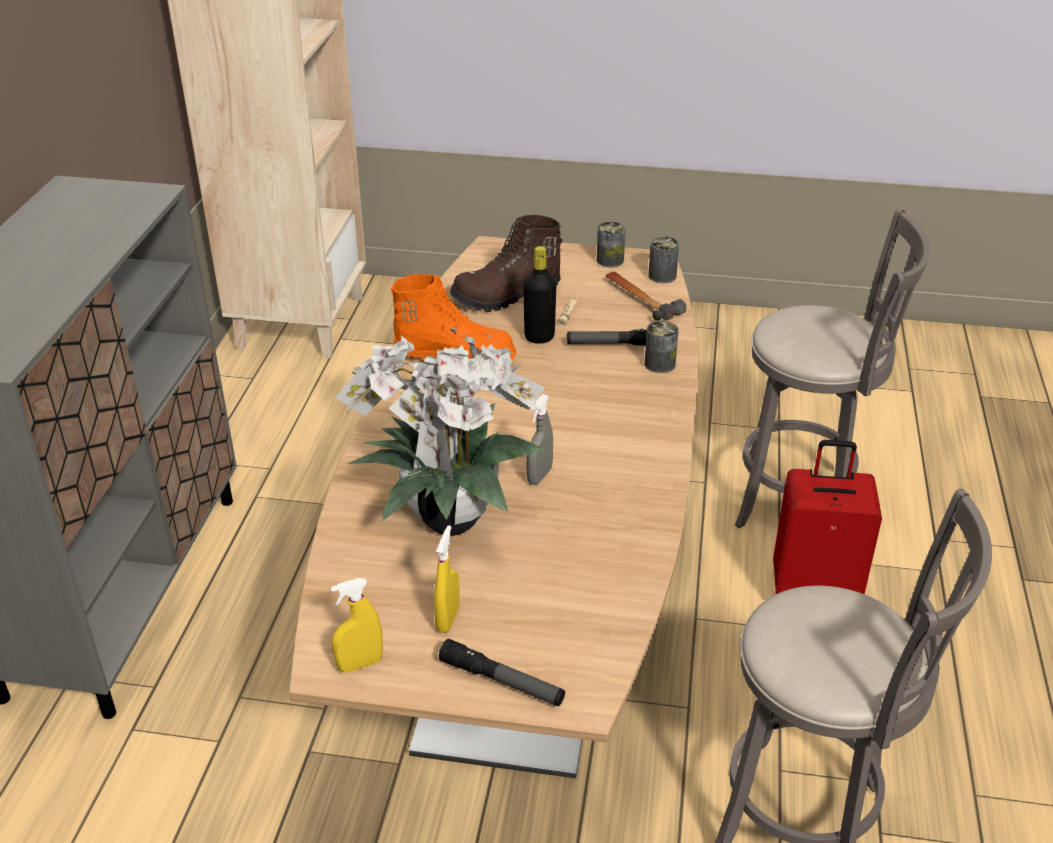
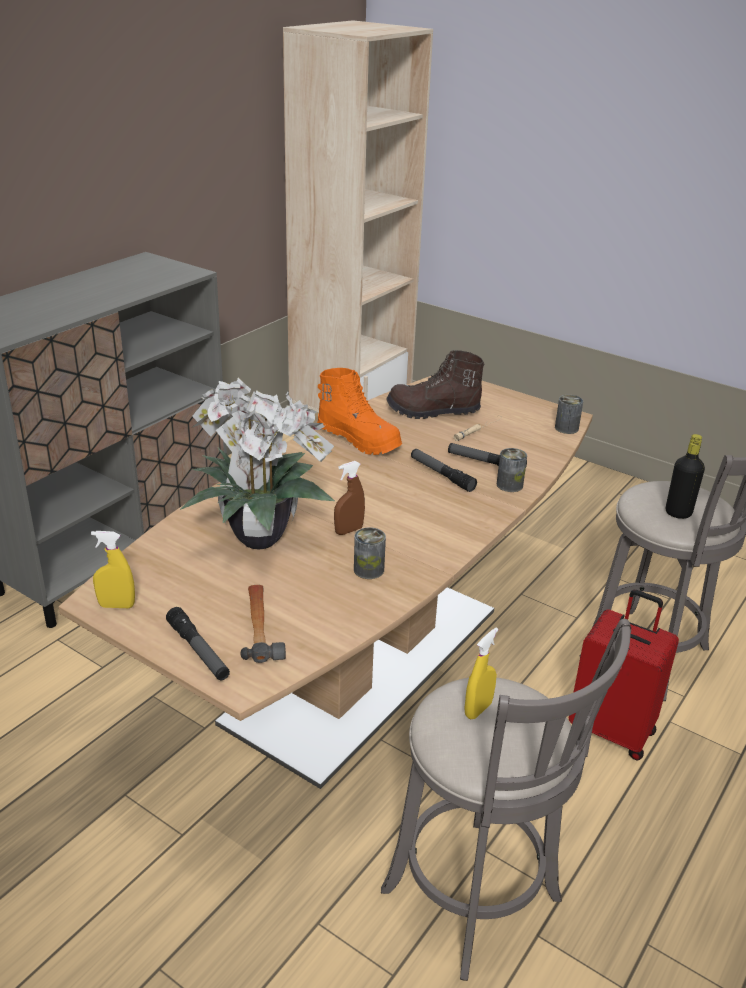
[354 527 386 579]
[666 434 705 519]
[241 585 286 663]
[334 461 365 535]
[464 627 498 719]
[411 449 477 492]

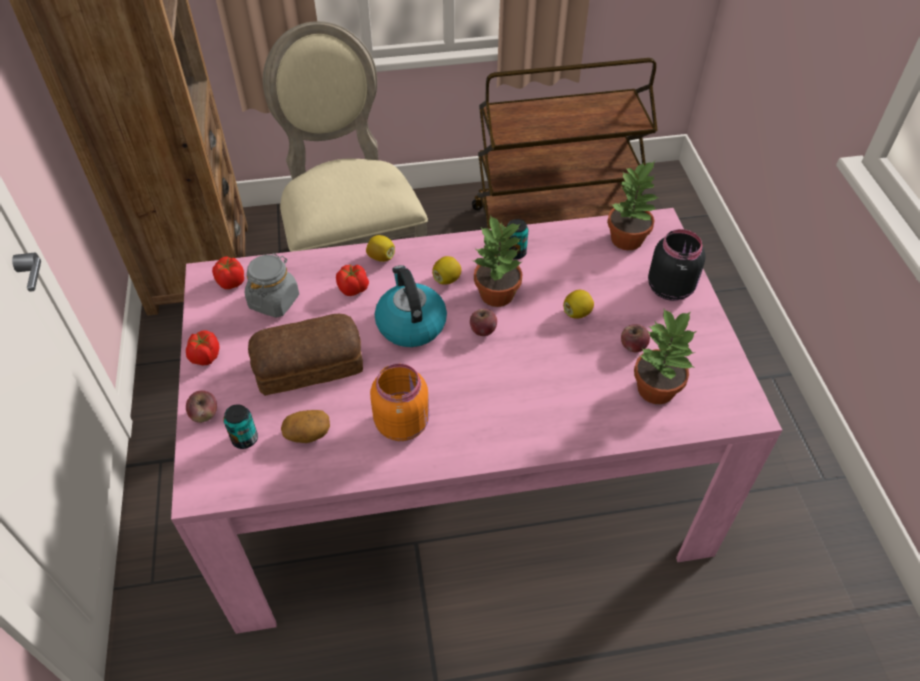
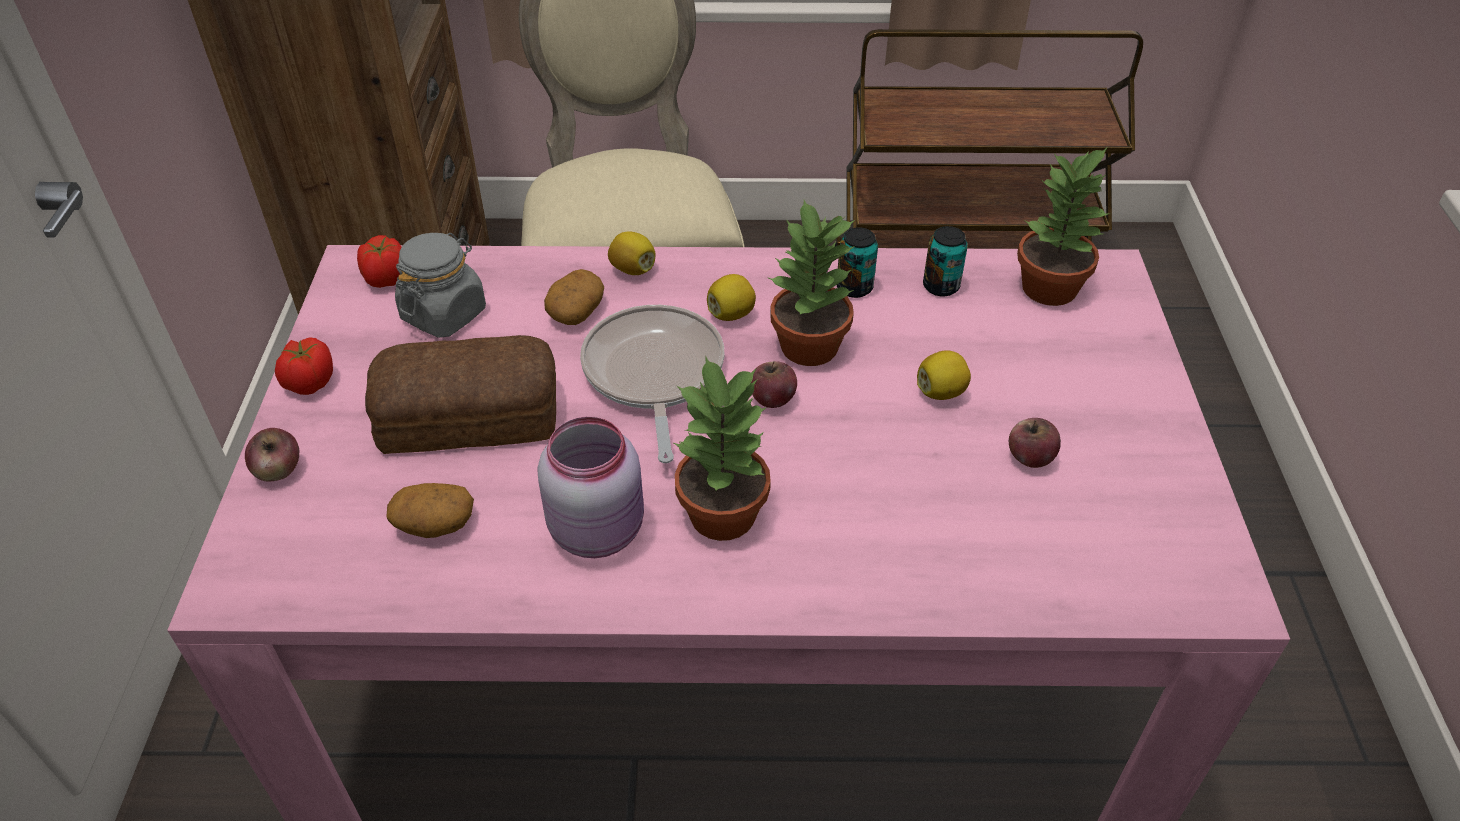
[648 229 706 301] (first image)
[544 269 604 325]
[580 305 725 463]
[674 357 771 541]
[537 416 644 558]
[923 226 968 296]

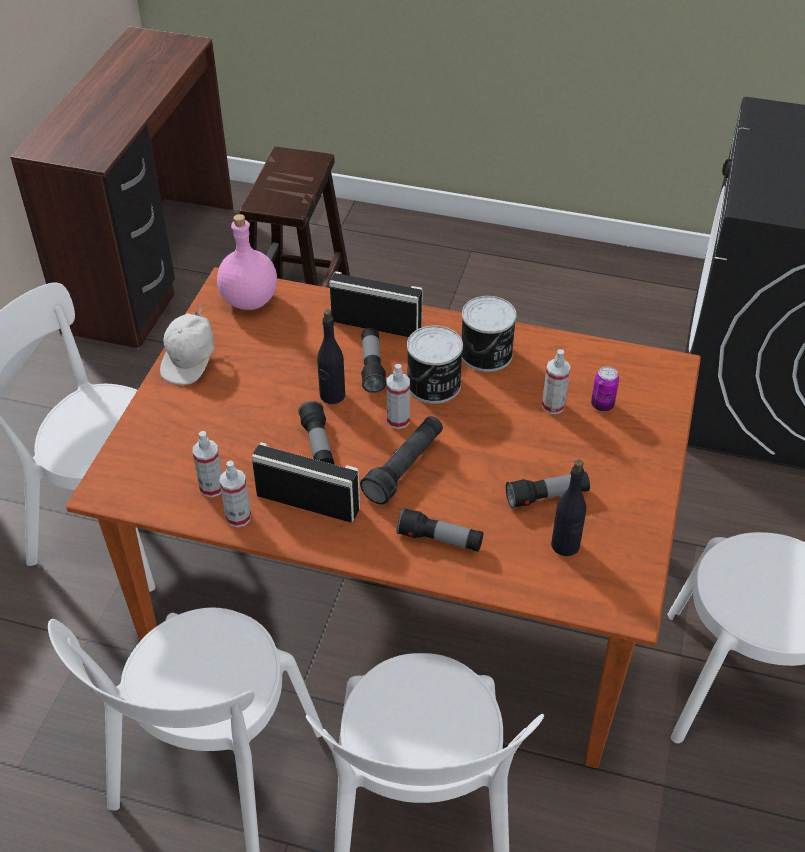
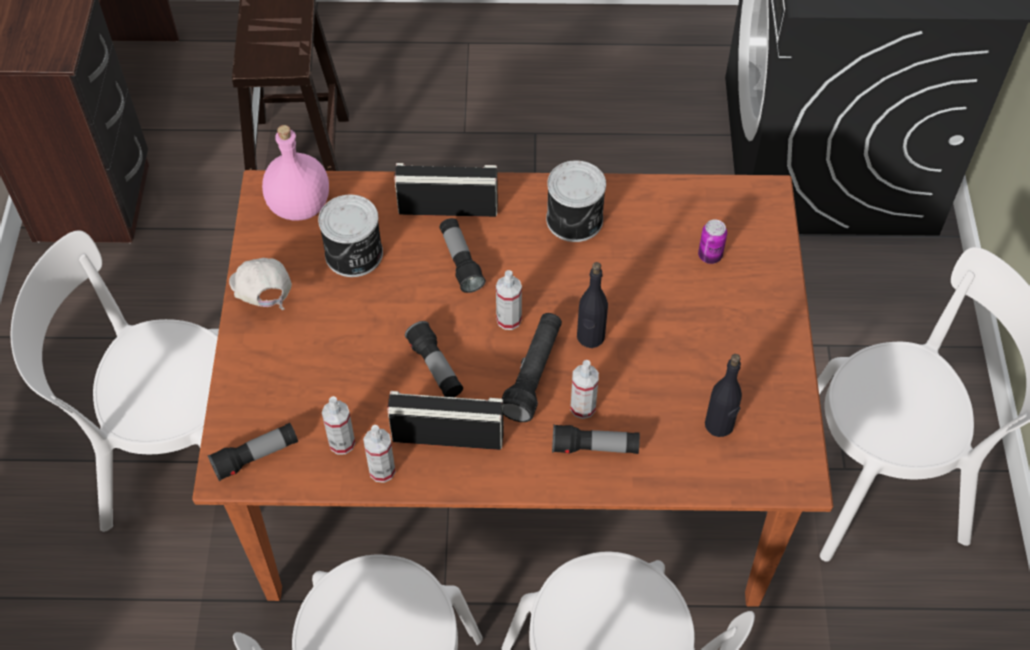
[229 258 292 310]
[577 262 608 348]
[318 195 383 277]
[570 360 599 419]
[208 423 298 482]

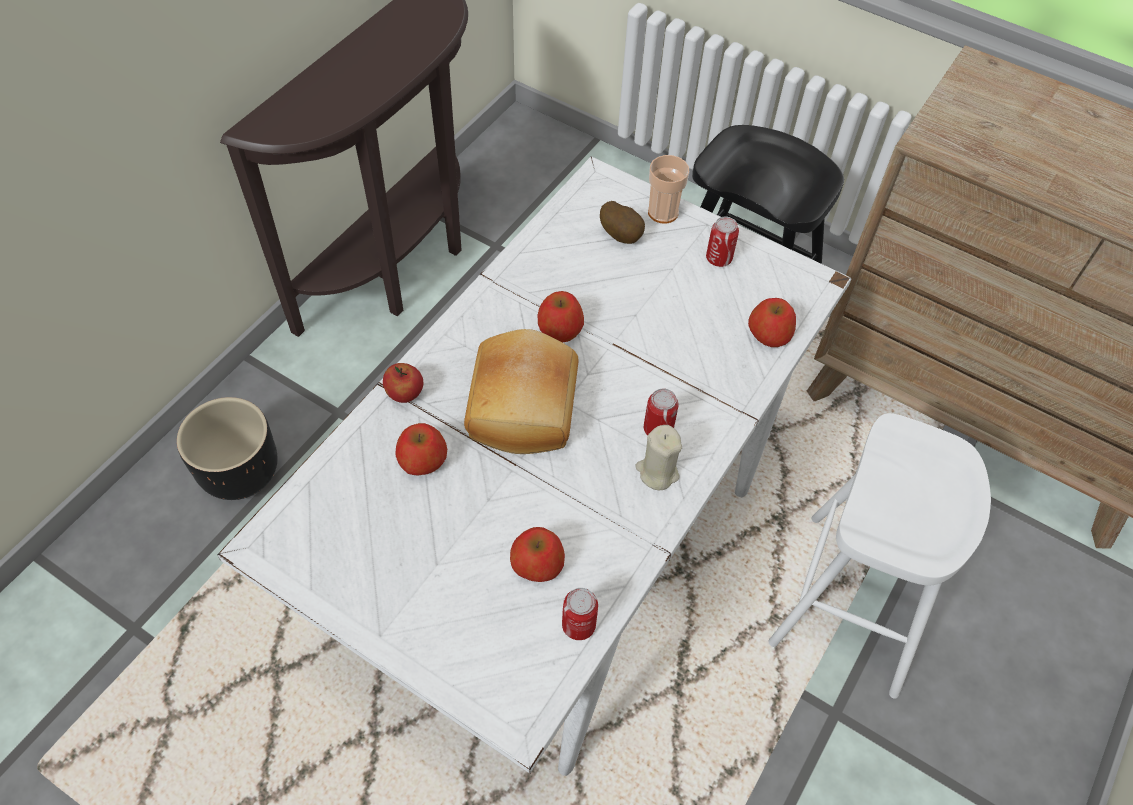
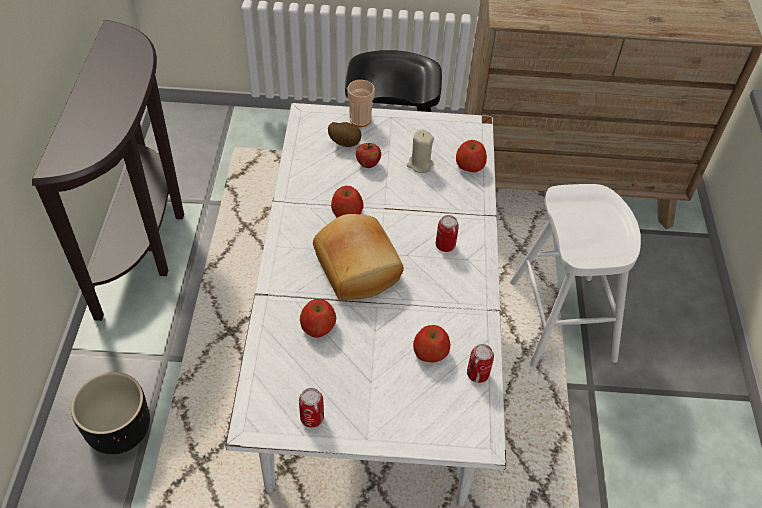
[299 388 324 427]
[356 143 381 168]
[407 129 434 173]

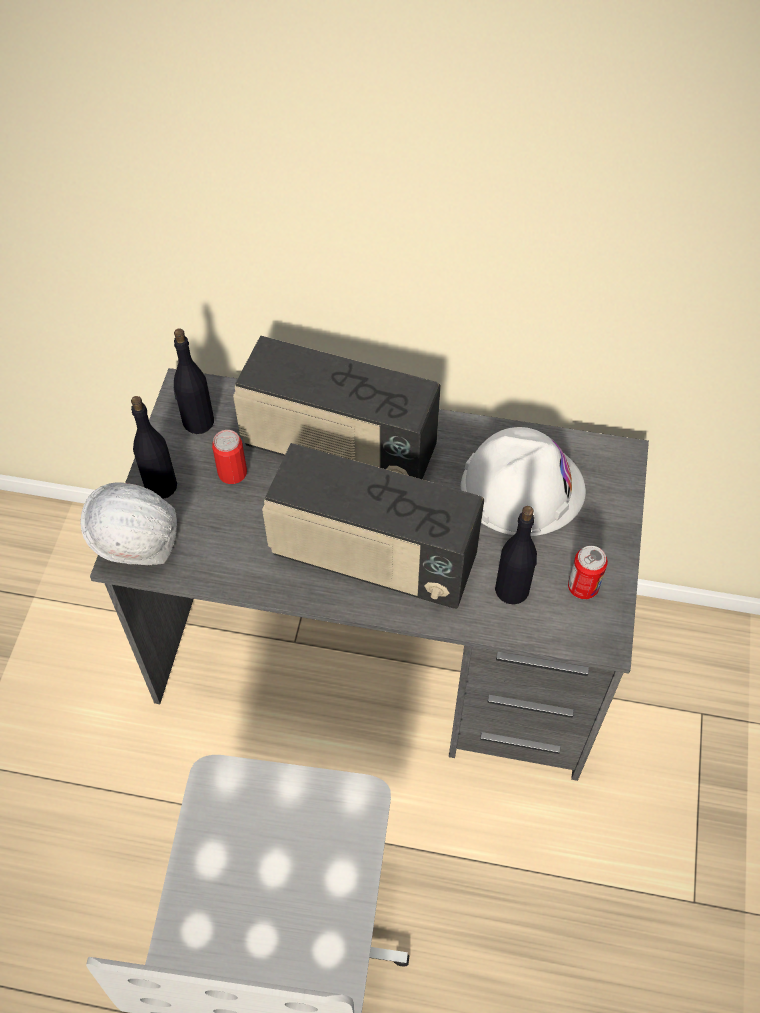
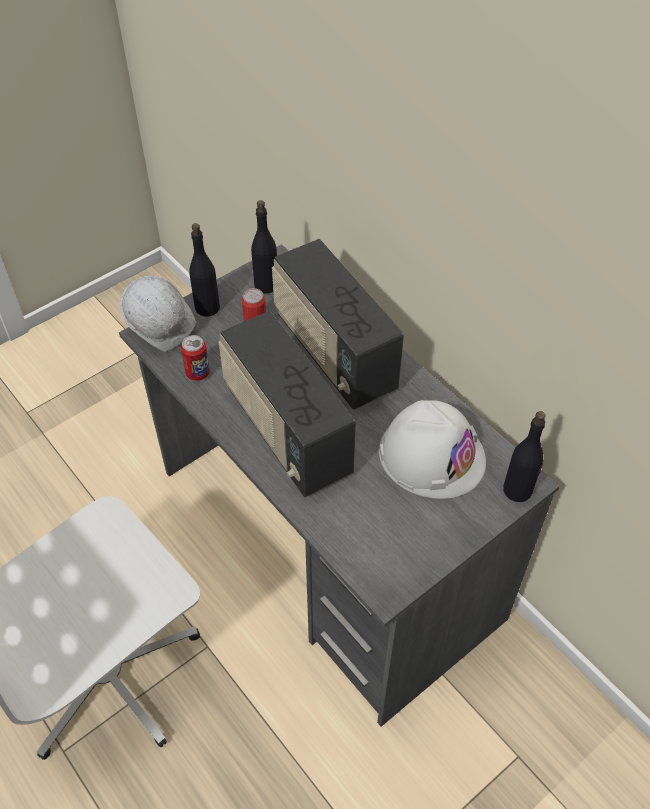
[503 411 546 502]
[181 335 210 381]

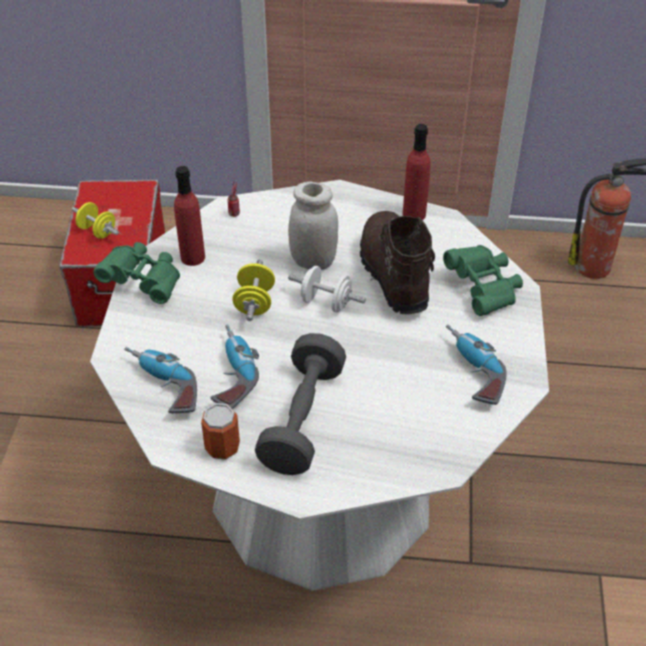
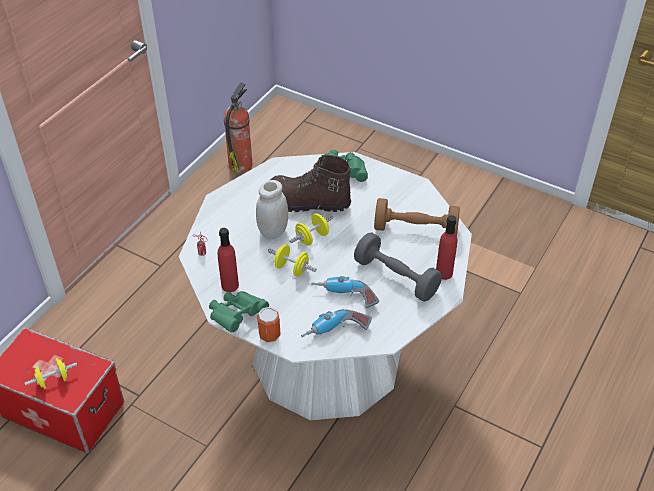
[436 215 457 280]
[290 213 333 246]
[446 325 507 405] (first image)
[257 307 281 343]
[374 198 460 236]

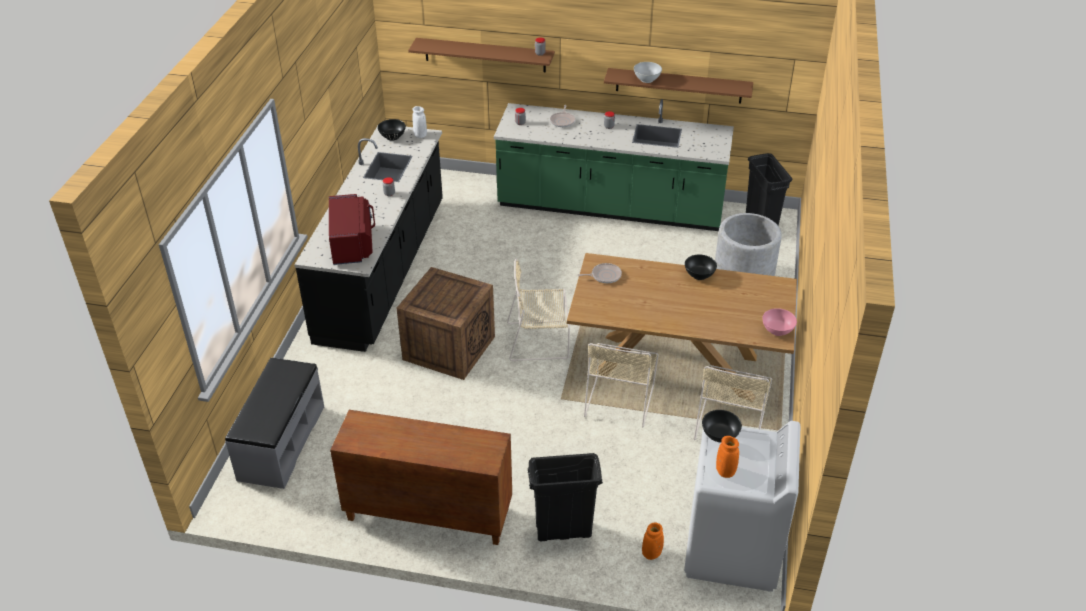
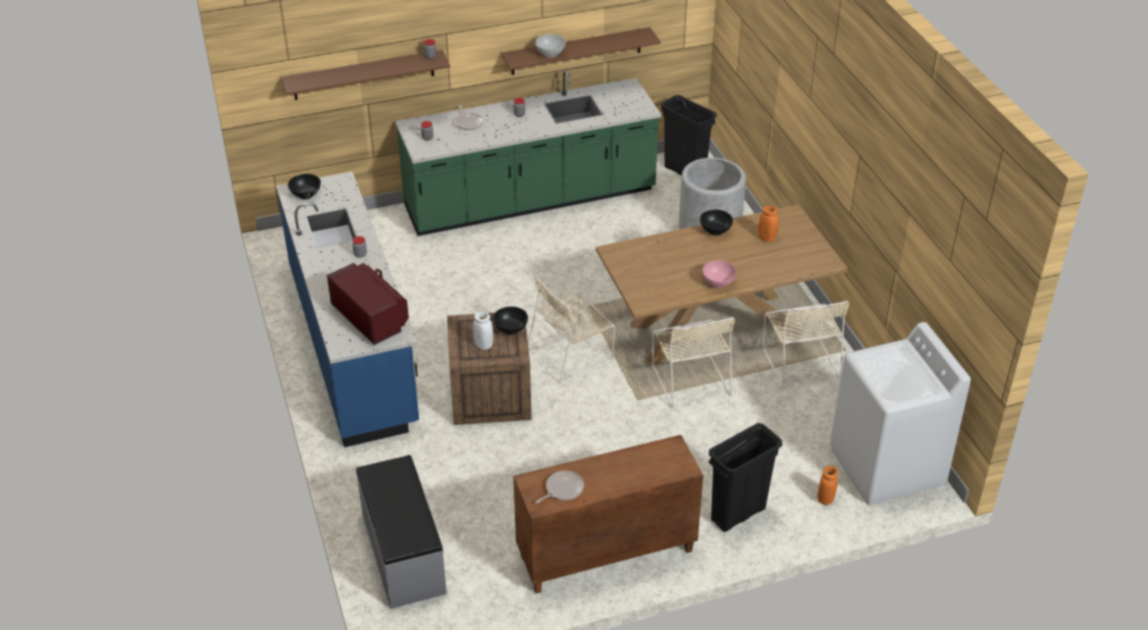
[473 312 493 350]
[276 172 419 447]
[535 471 584 503]
[702 260 737 288]
[493 306 528 335]
[758 206 778 242]

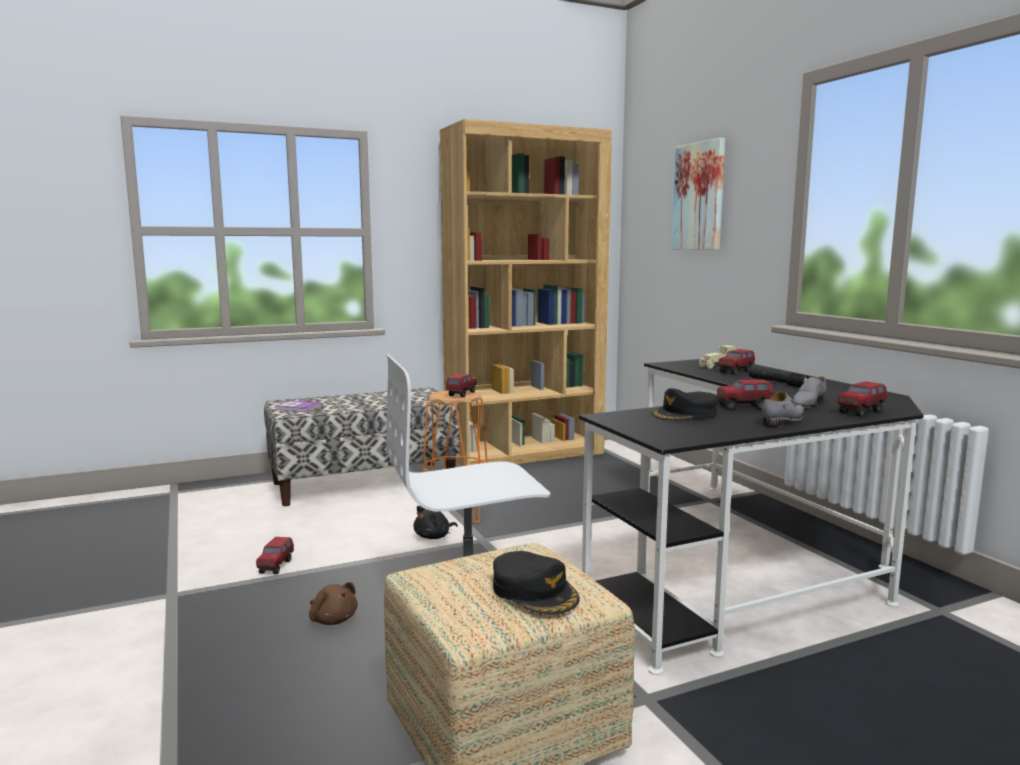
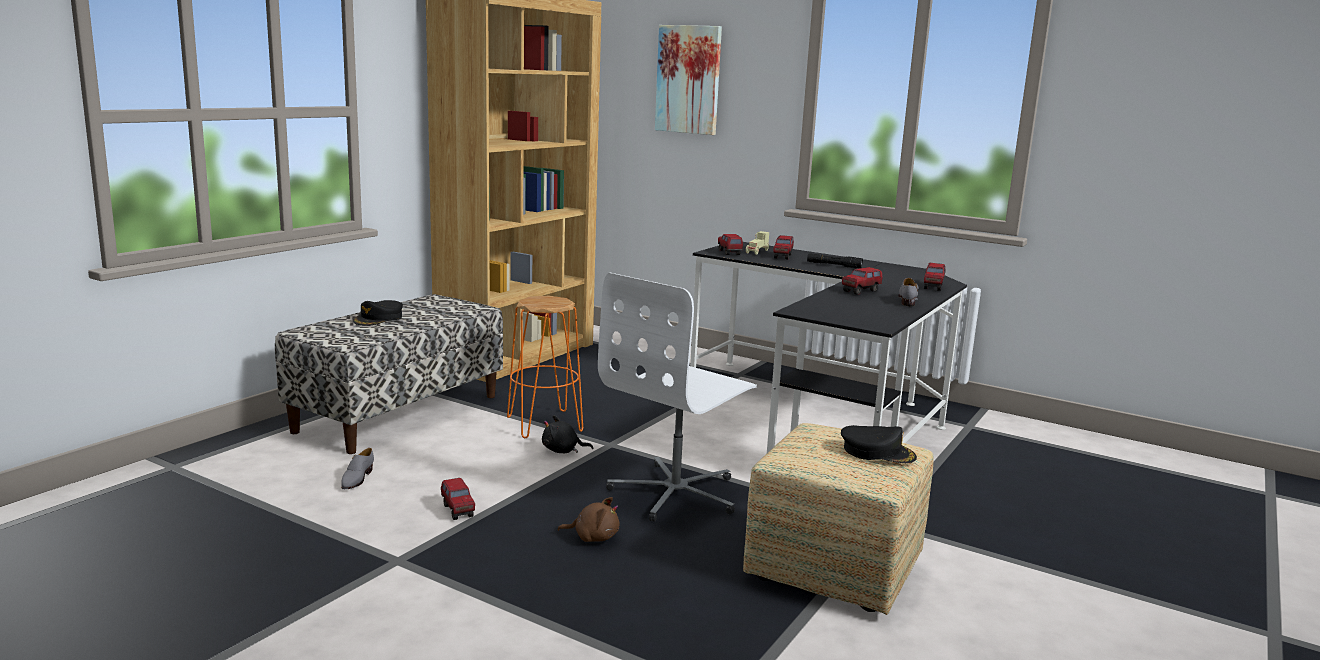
[718 234 743 255]
[341 448 374 489]
[353 300 403 326]
[275 401 323 412] (first image)
[542 415 593 453]

